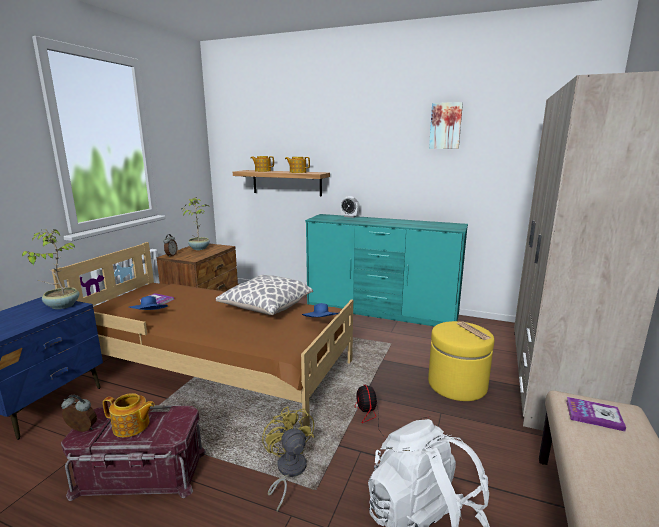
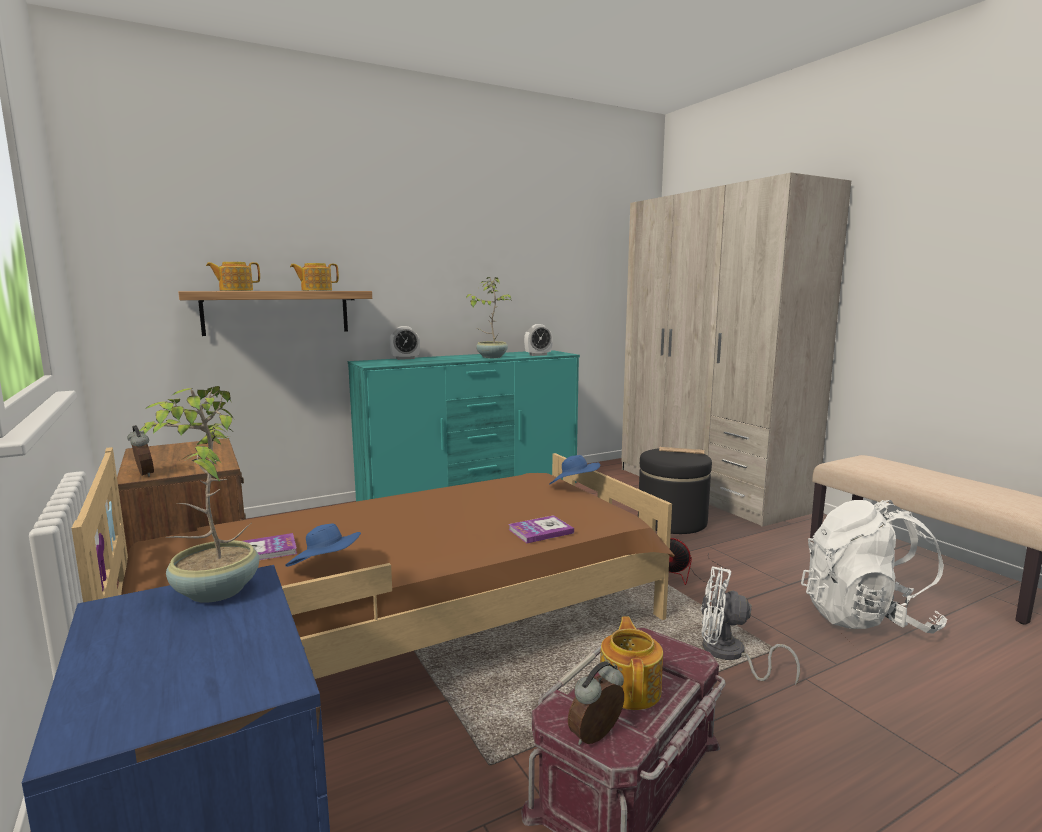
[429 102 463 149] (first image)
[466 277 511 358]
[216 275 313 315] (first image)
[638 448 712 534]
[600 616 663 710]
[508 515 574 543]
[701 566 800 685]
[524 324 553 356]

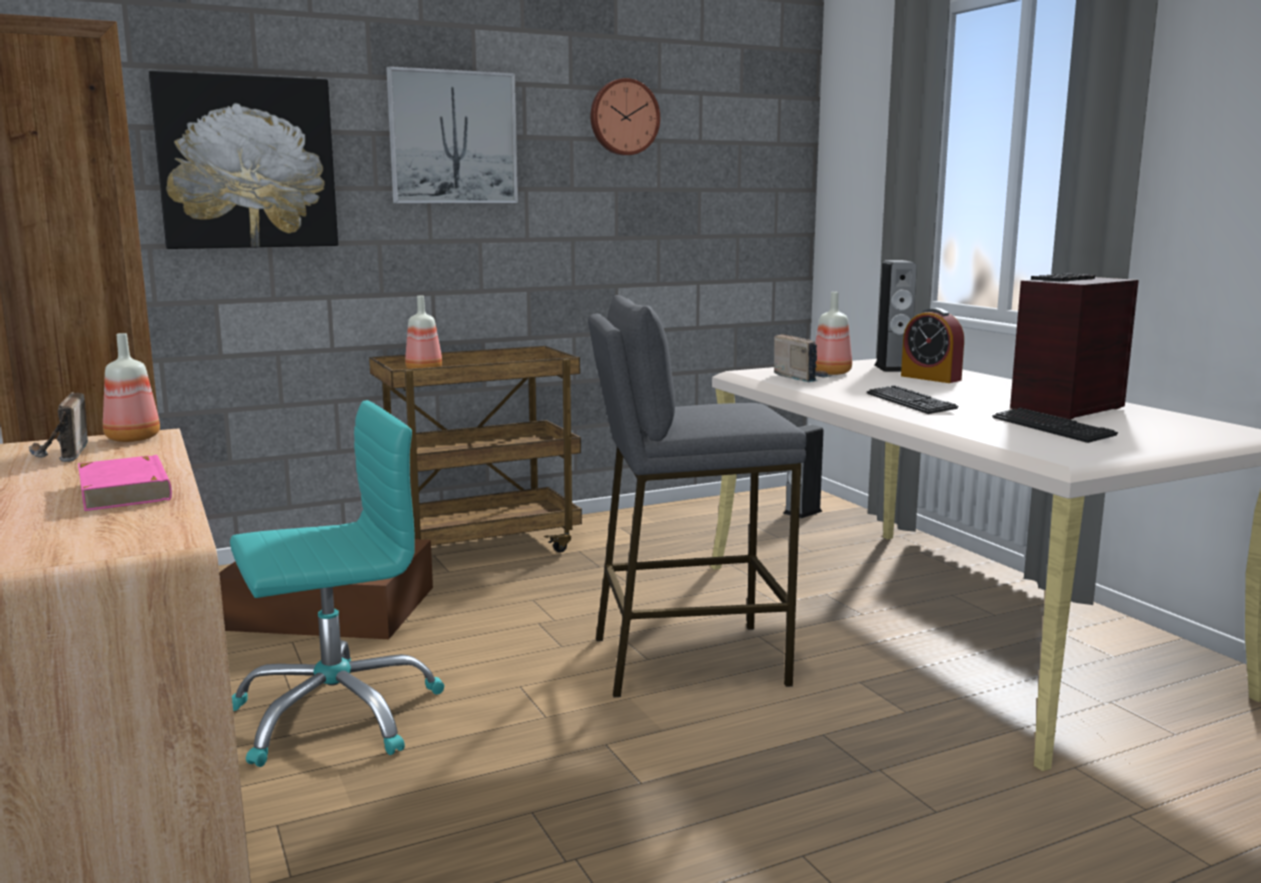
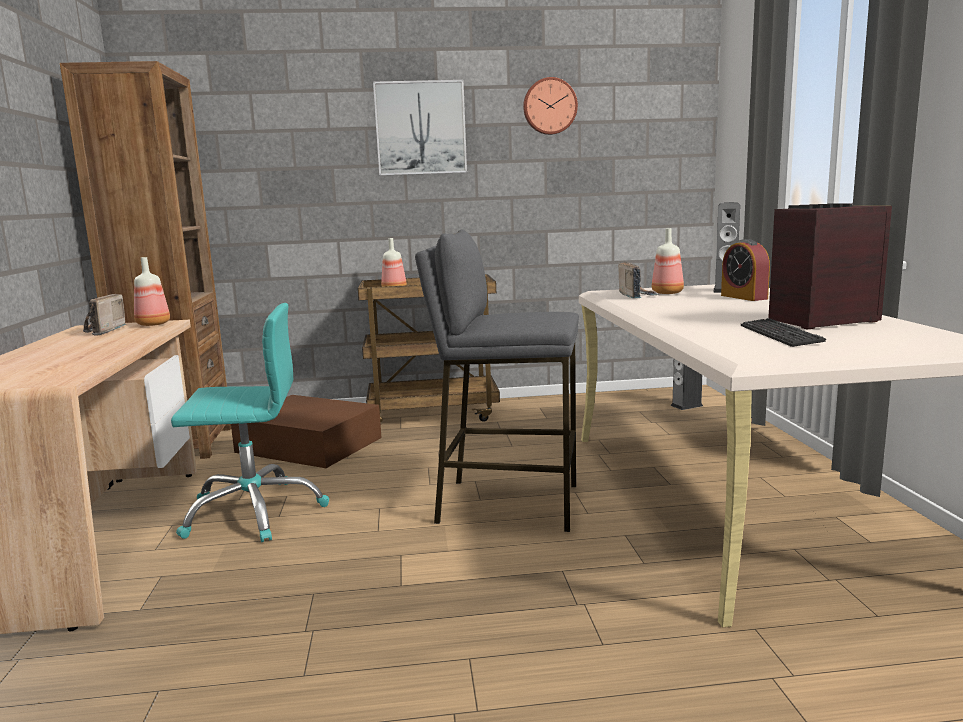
[149 71 338 249] (first image)
[867 385 959 414] (first image)
[78 455 172 511] (first image)

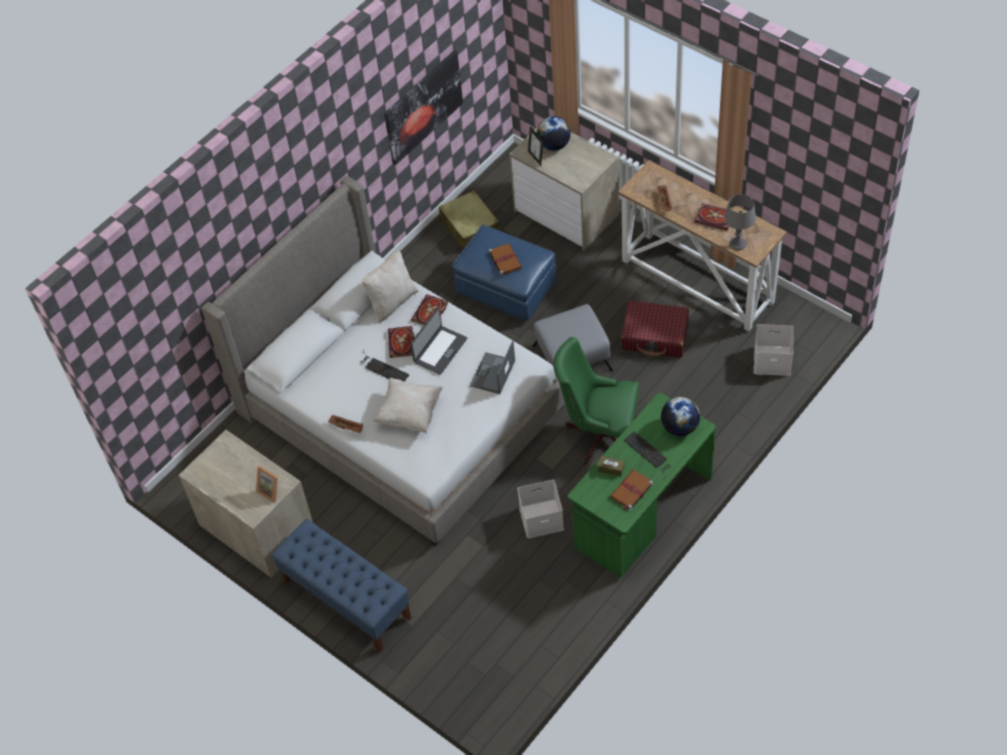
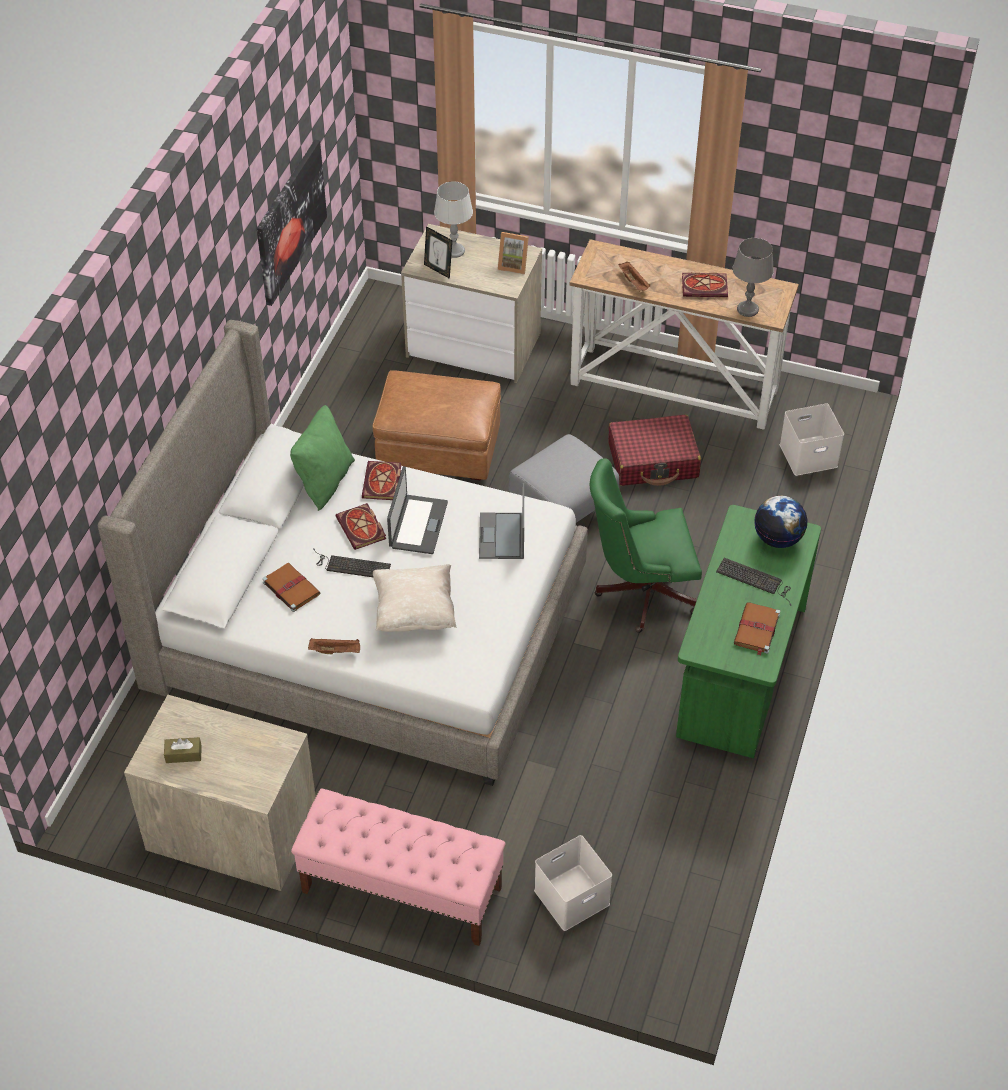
[434 181 473 258]
[439 190 499 250] (first image)
[373 370 501 481]
[262 563 321 612]
[290 405 355 511]
[164 737 202 763]
[498 232 529 274]
[534 835 612 931]
[291 788 506 946]

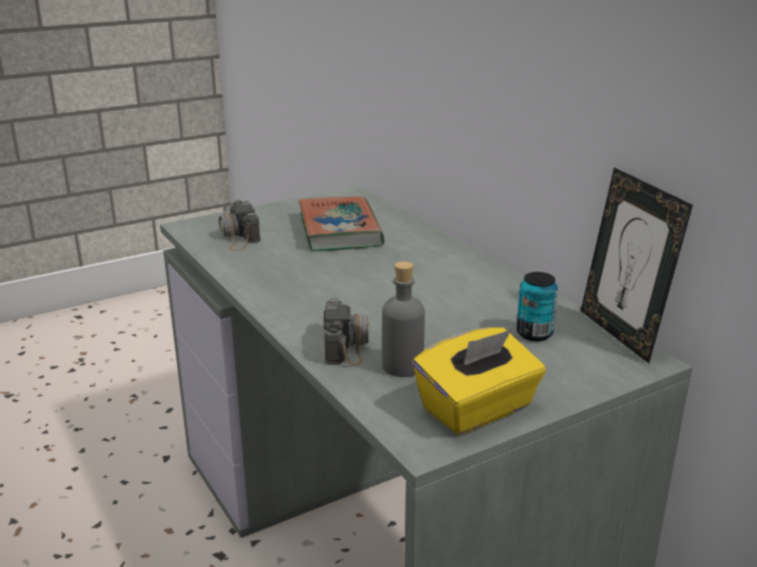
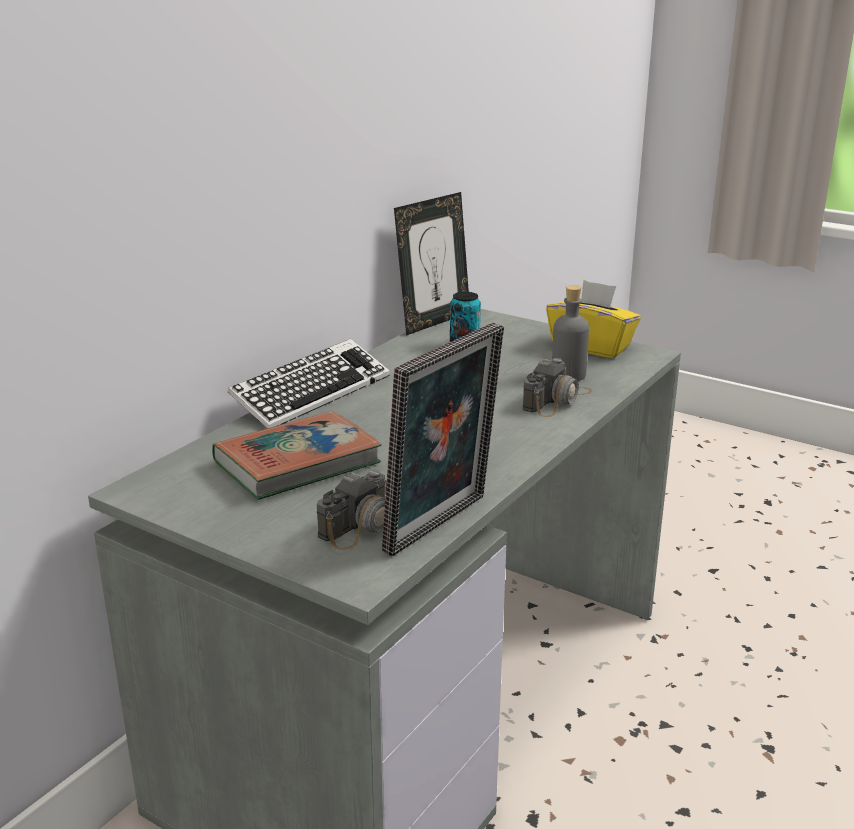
[522 358 592 417]
[382 323 504 557]
[228 339 390 428]

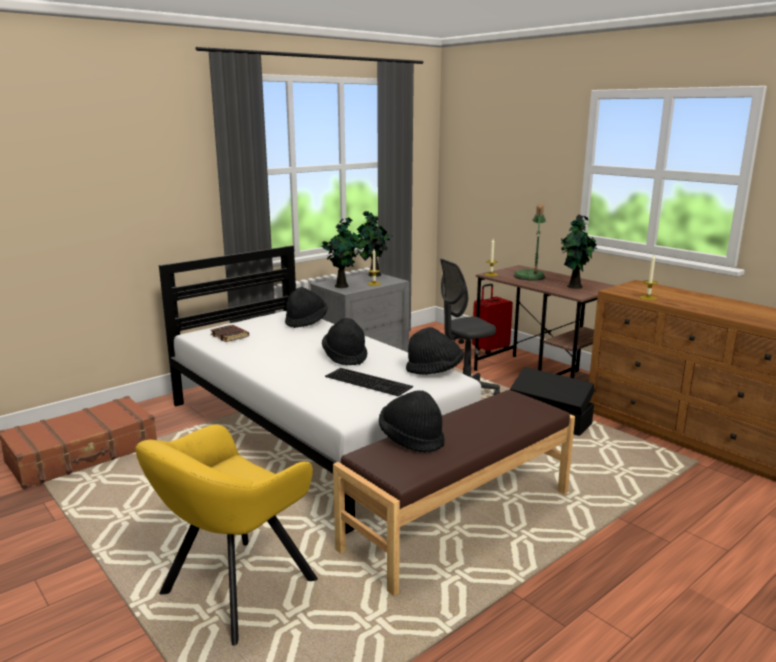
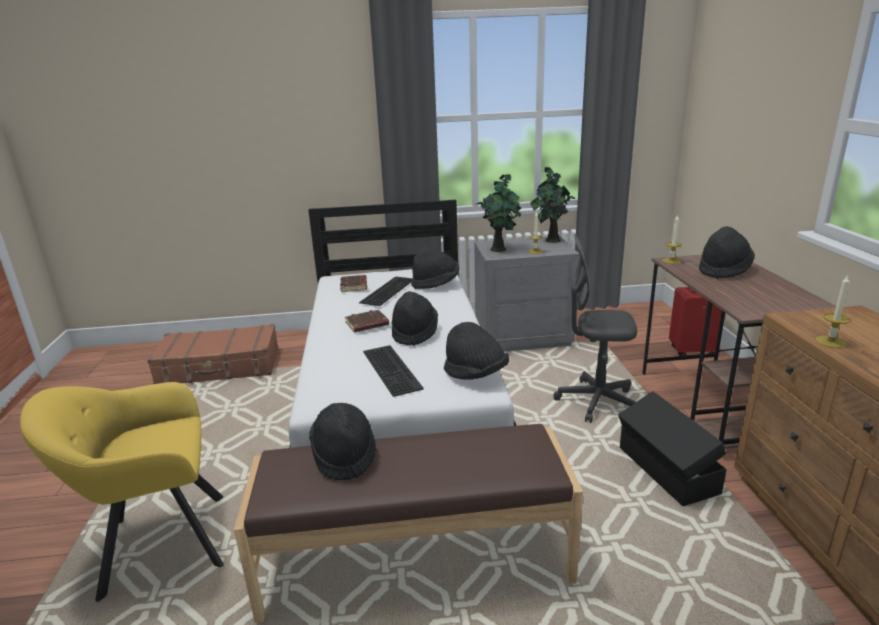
[699 226 755 279]
[561 214 598 289] (first image)
[359 277 413 306]
[345 310 389 333]

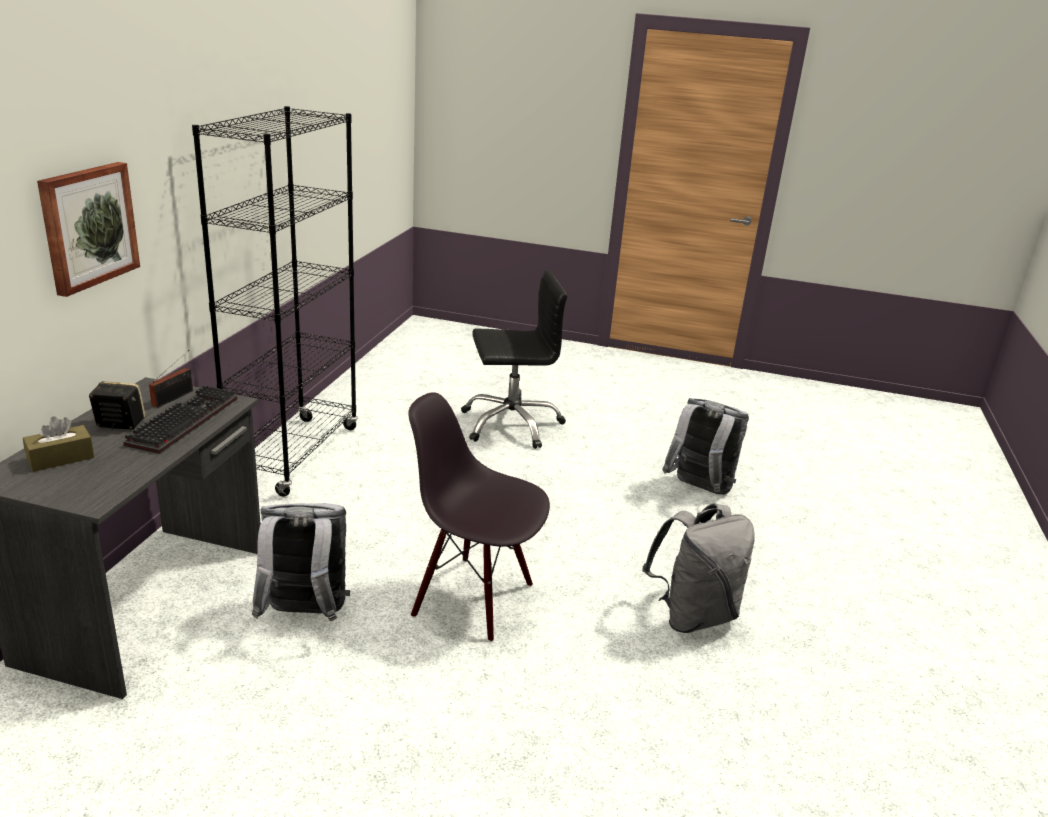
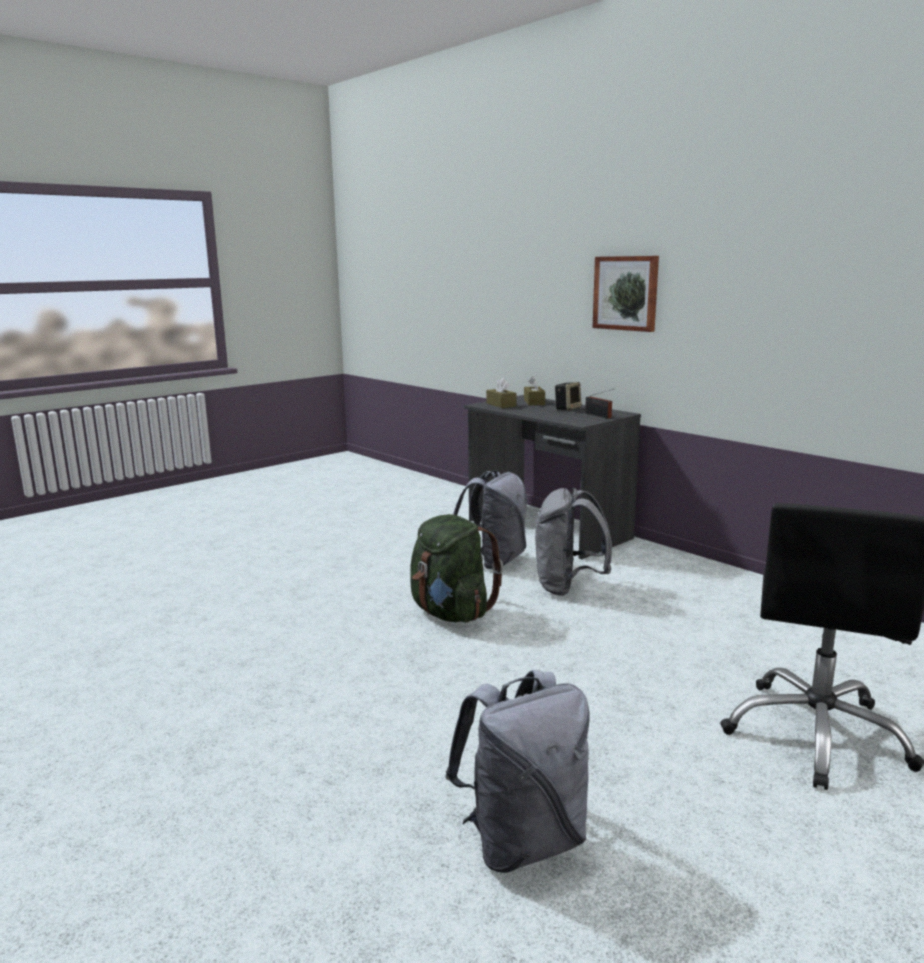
[192 106 358 497] (first image)
[123 385 237 454] (first image)
[410 514 503 622]
[535 488 612 596]
[486 378 517 408]

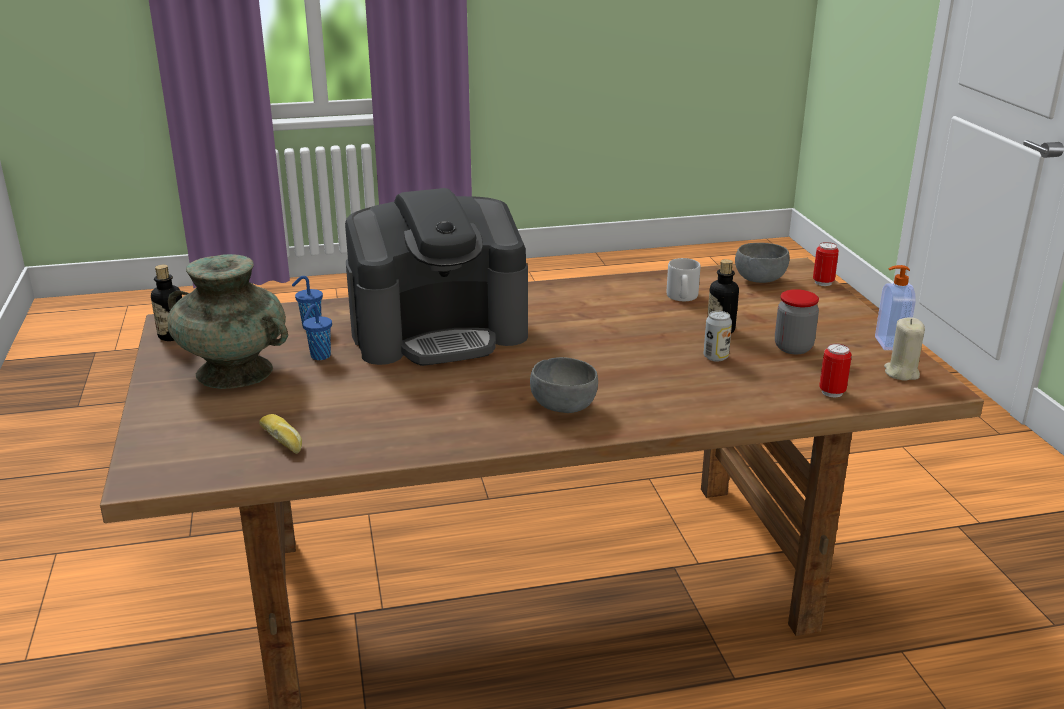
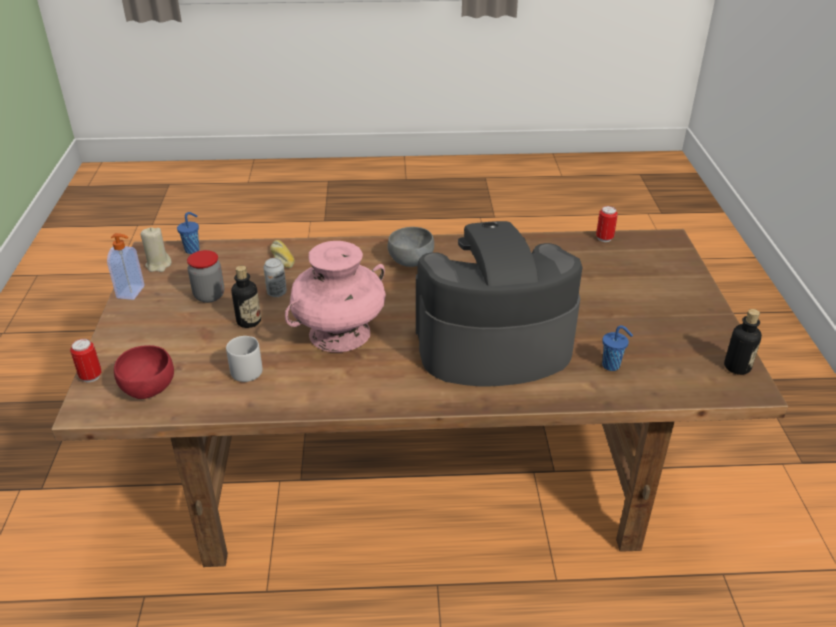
[114 345 174 399]
[168 254 288 389] (first image)
[177 212 200 254]
[596 206 618 242]
[270 240 295 268]
[285 241 386 352]

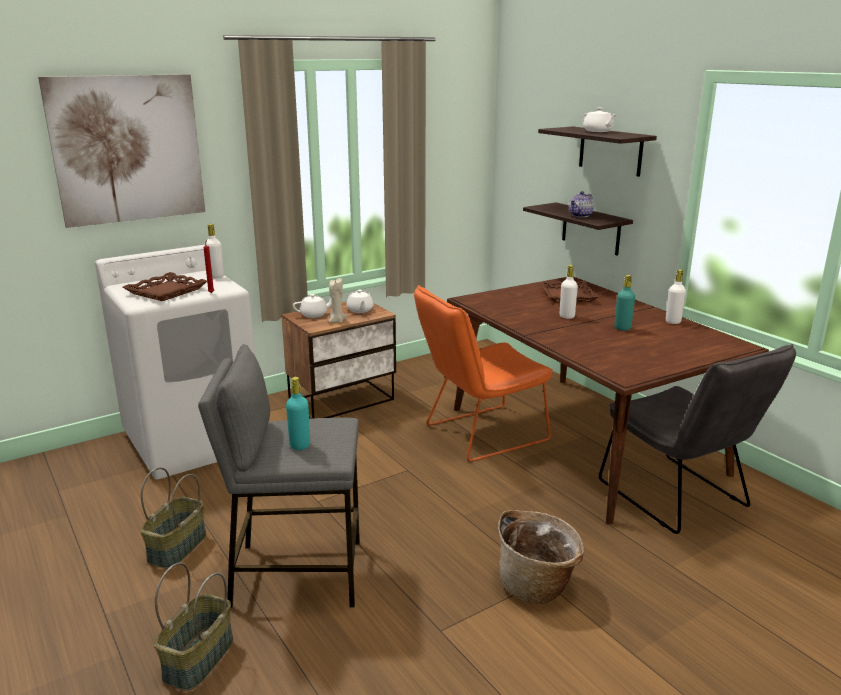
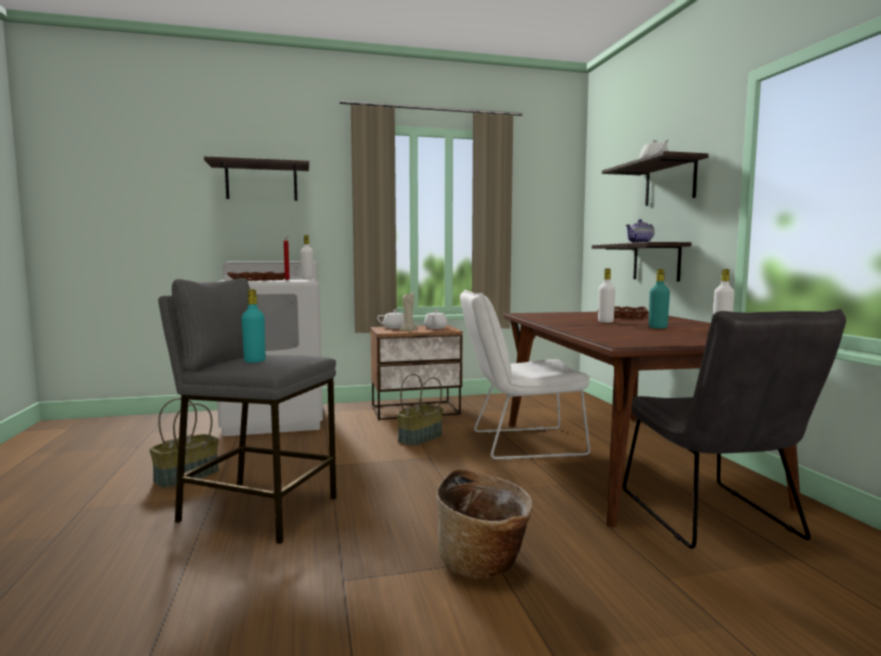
[204 156 309 201]
[460 289 591 460]
[397 374 443 446]

